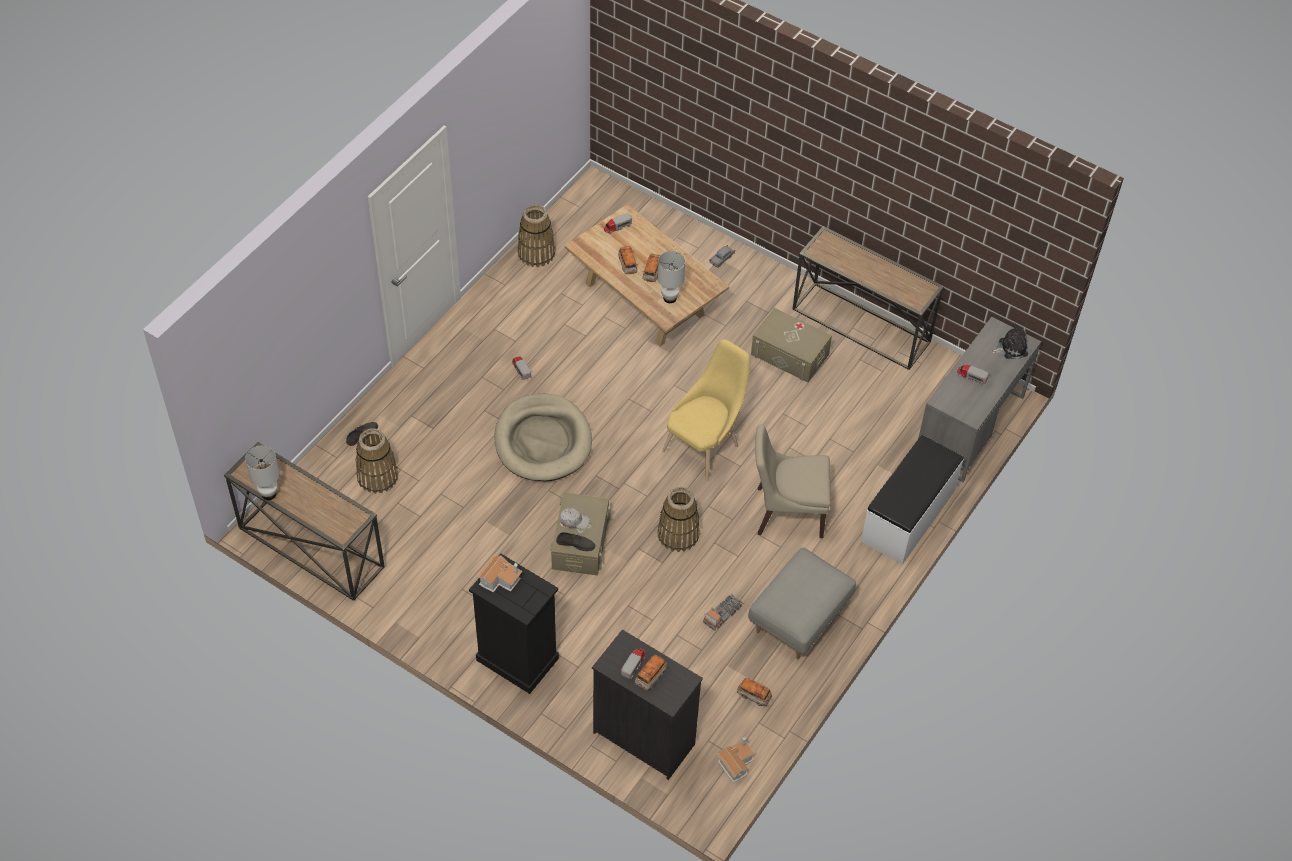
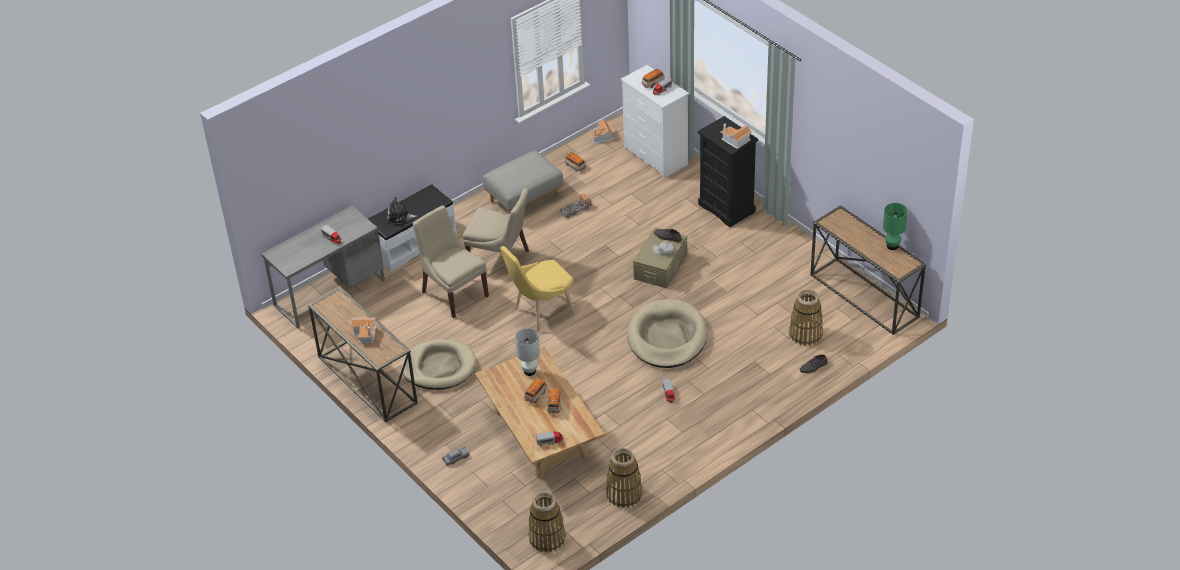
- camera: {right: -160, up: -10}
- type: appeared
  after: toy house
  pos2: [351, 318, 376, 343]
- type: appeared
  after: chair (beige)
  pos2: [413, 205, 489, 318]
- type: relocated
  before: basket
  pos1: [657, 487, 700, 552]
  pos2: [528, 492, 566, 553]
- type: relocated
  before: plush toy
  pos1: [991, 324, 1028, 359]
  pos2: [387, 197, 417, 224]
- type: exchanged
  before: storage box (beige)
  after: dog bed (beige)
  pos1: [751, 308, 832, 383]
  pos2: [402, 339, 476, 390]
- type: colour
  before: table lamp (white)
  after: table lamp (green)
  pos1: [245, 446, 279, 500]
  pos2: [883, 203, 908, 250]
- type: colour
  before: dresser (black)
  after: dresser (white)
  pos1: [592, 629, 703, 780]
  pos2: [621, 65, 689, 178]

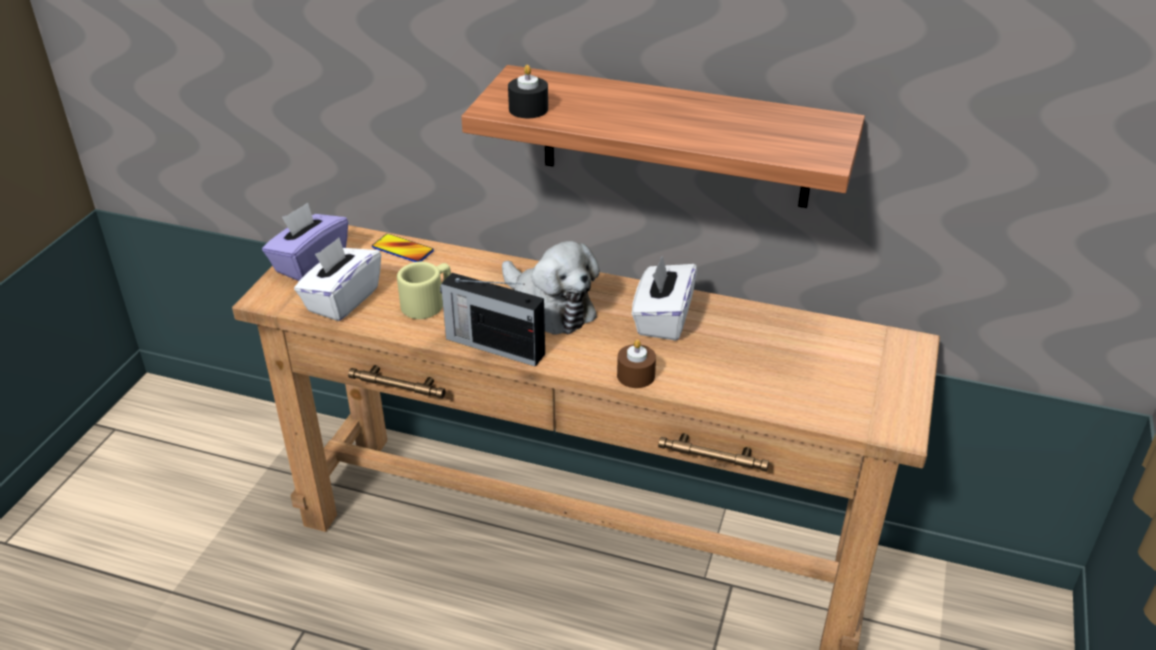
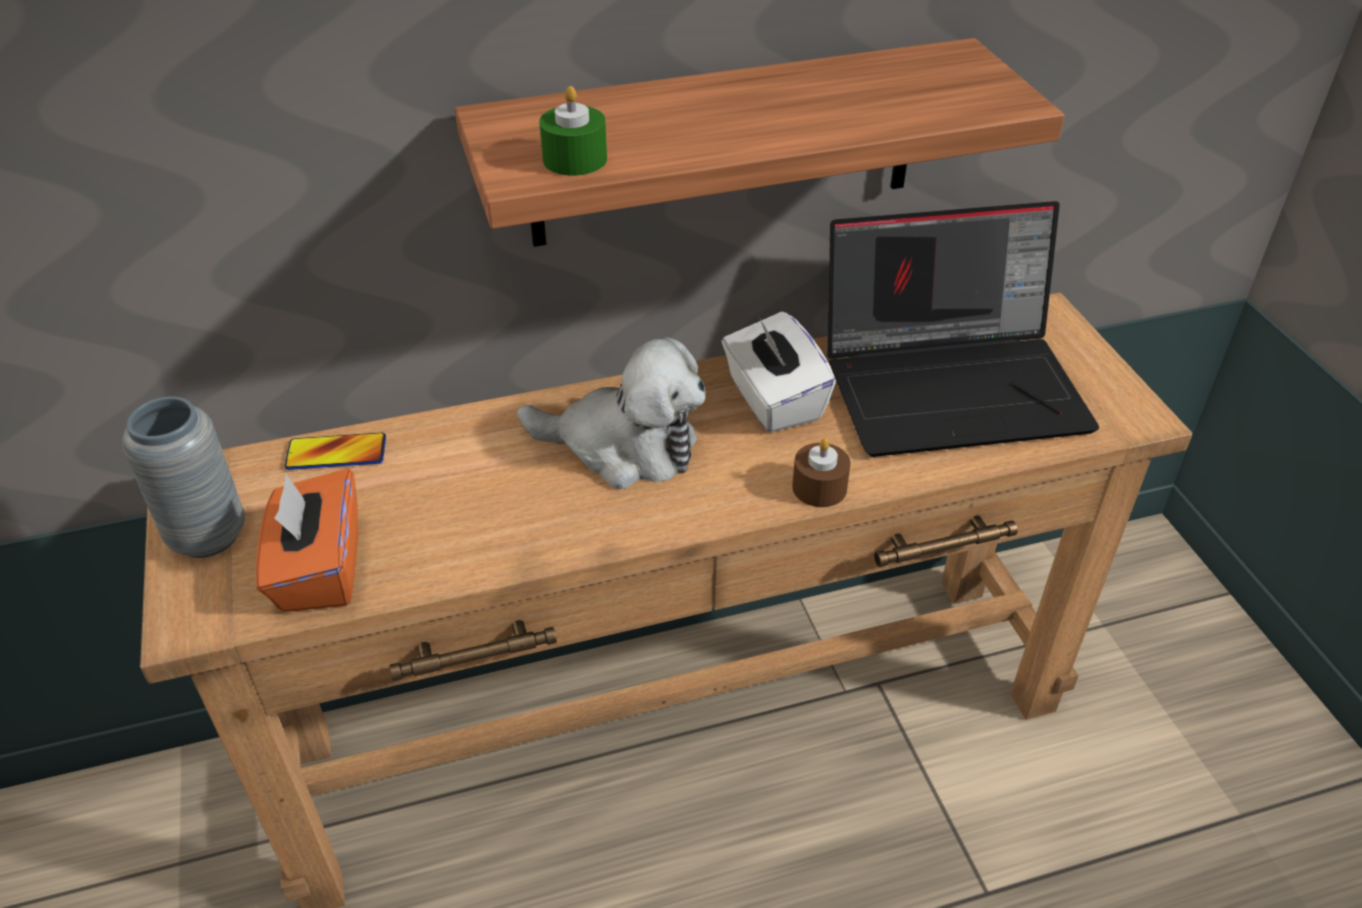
- camera: {right: -35, up: 5}
- type: missing
  before: mug (beige)
  pos1: [397, 262, 451, 319]
- type: missing
  before: radio
  pos1: [440, 273, 545, 367]
- type: appeared
  after: laptop
  pos2: [828, 201, 1099, 457]
- type: exchanged
  before: tissue box (purple)
  after: vase (grey)
  pos1: [262, 202, 348, 281]
  pos2: [122, 397, 245, 558]
- type: colour
  before: tissue box (white)
  after: tissue box (orange)
  pos1: [294, 237, 381, 321]
  pos2: [255, 468, 358, 612]
- type: colour
  before: candle (black)
  after: candle (green)
  pos1: [508, 65, 548, 118]
  pos2: [539, 86, 607, 176]

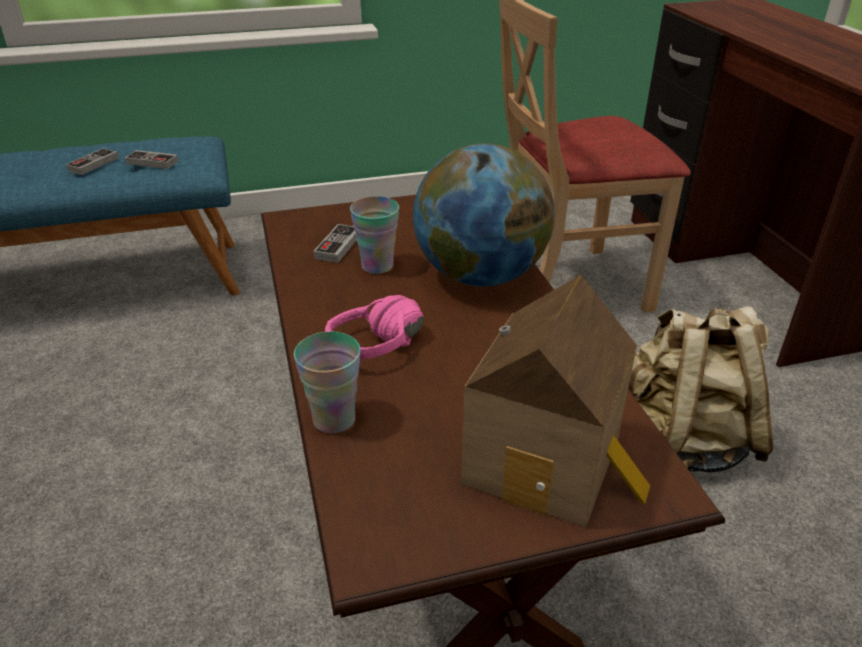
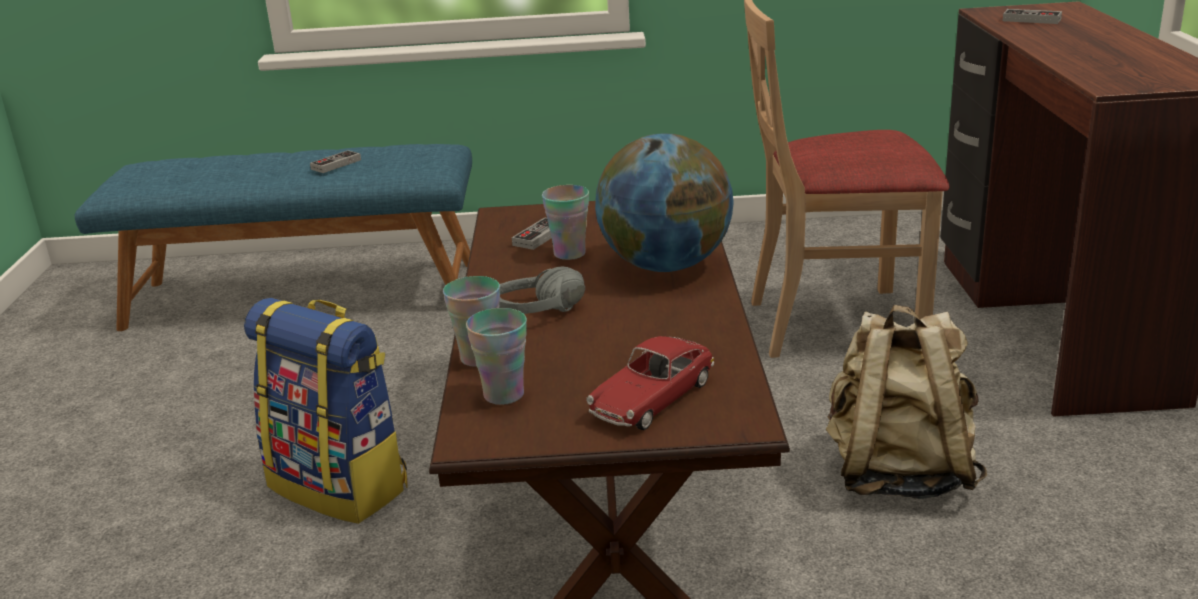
- camera: {right: 15, up: -10}
- type: appeared
  after: backpack
  pos2: [244, 298, 408, 524]
- type: appeared
  after: cup
  pos2: [466, 308, 527, 405]
- type: relocated
  before: game controller
  pos1: [125, 150, 178, 169]
  pos2: [1002, 9, 1062, 24]
- type: exchanged
  before: toy house
  after: toy car
  pos1: [461, 275, 650, 527]
  pos2: [586, 336, 714, 430]
- type: colour
  before: headphones (pink)
  after: headphones (grey)
  pos1: [325, 295, 424, 359]
  pos2: [499, 266, 585, 314]

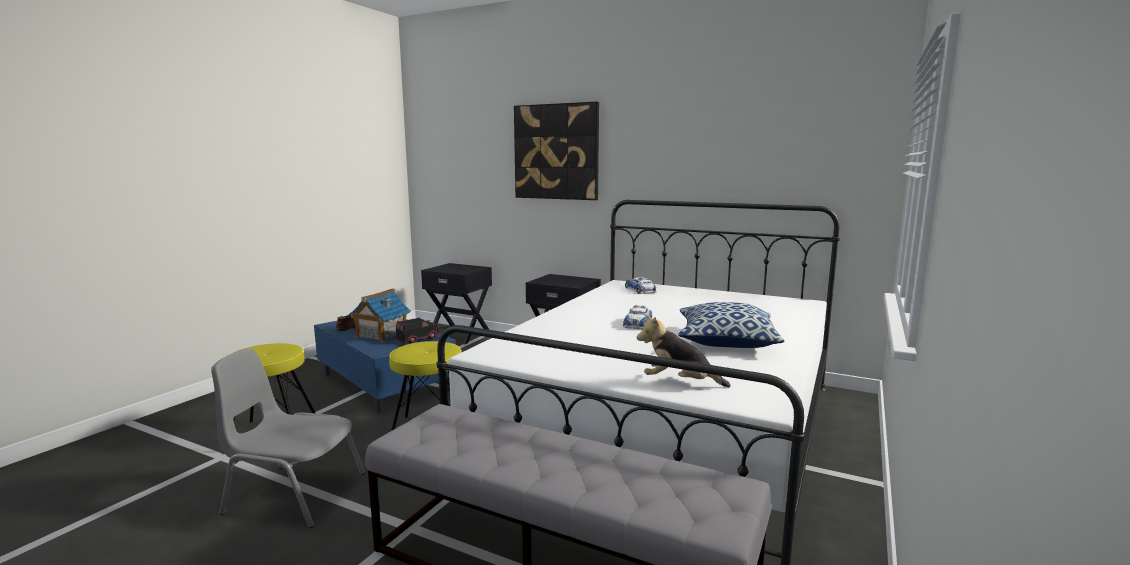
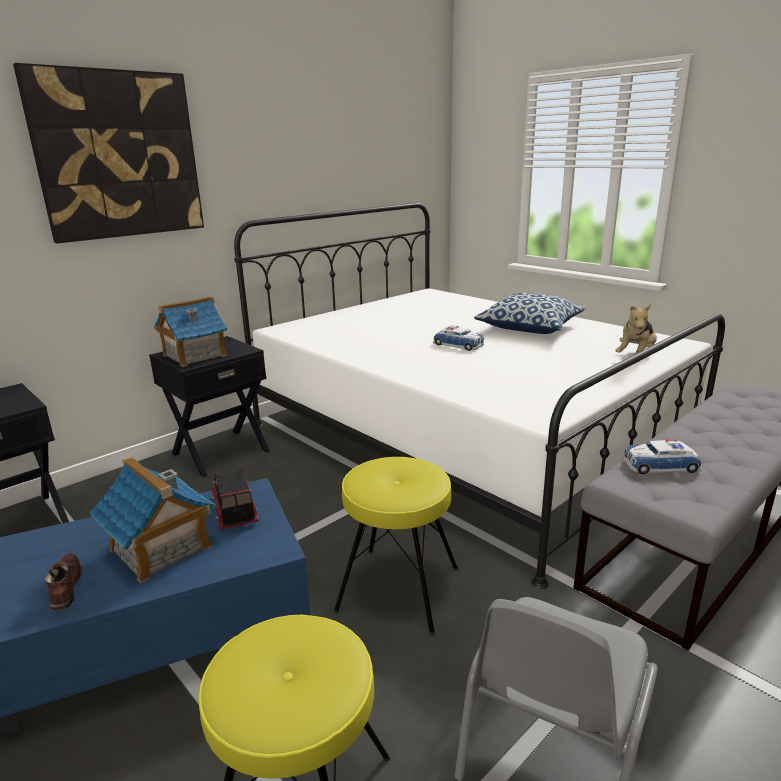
- camera: {right: -70, up: 10}
- type: appeared
  after: toy house
  pos2: [154, 296, 227, 367]
- type: relocated
  before: toy car
  pos1: [625, 277, 657, 294]
  pos2: [623, 439, 701, 474]

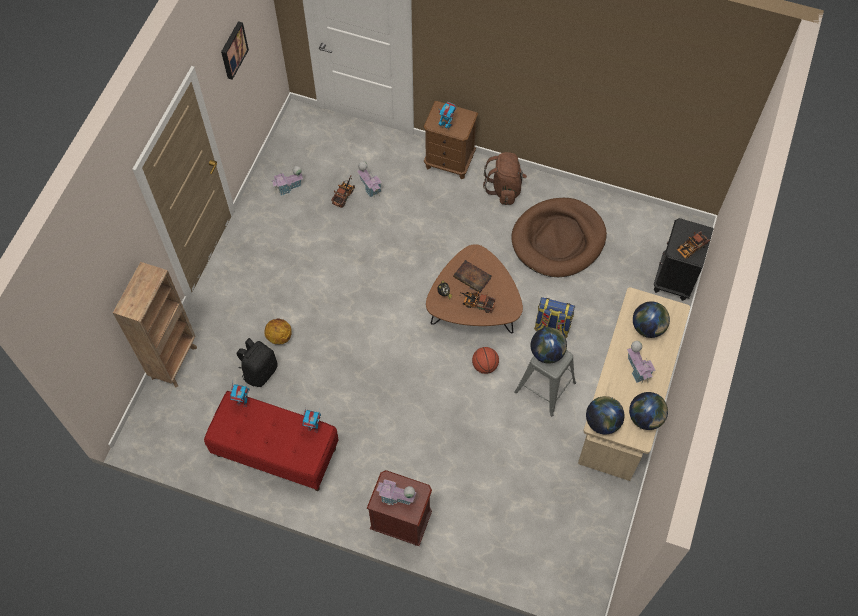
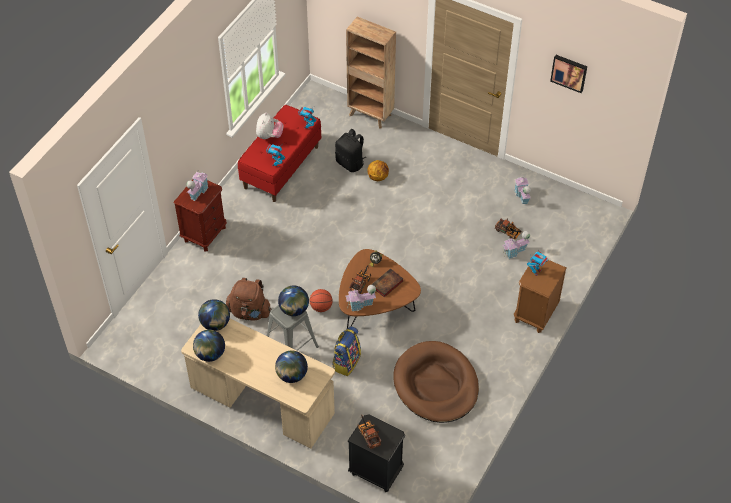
- camera: {right: 100, up: -10}
- type: appeared
  after: plush toy
  pos2: [256, 113, 283, 139]
- type: relocated
  before: backpack (brown)
  pos1: [483, 152, 527, 205]
  pos2: [226, 278, 271, 320]
- type: relocated
  before: toy house
  pos1: [627, 341, 656, 384]
  pos2: [346, 285, 376, 311]

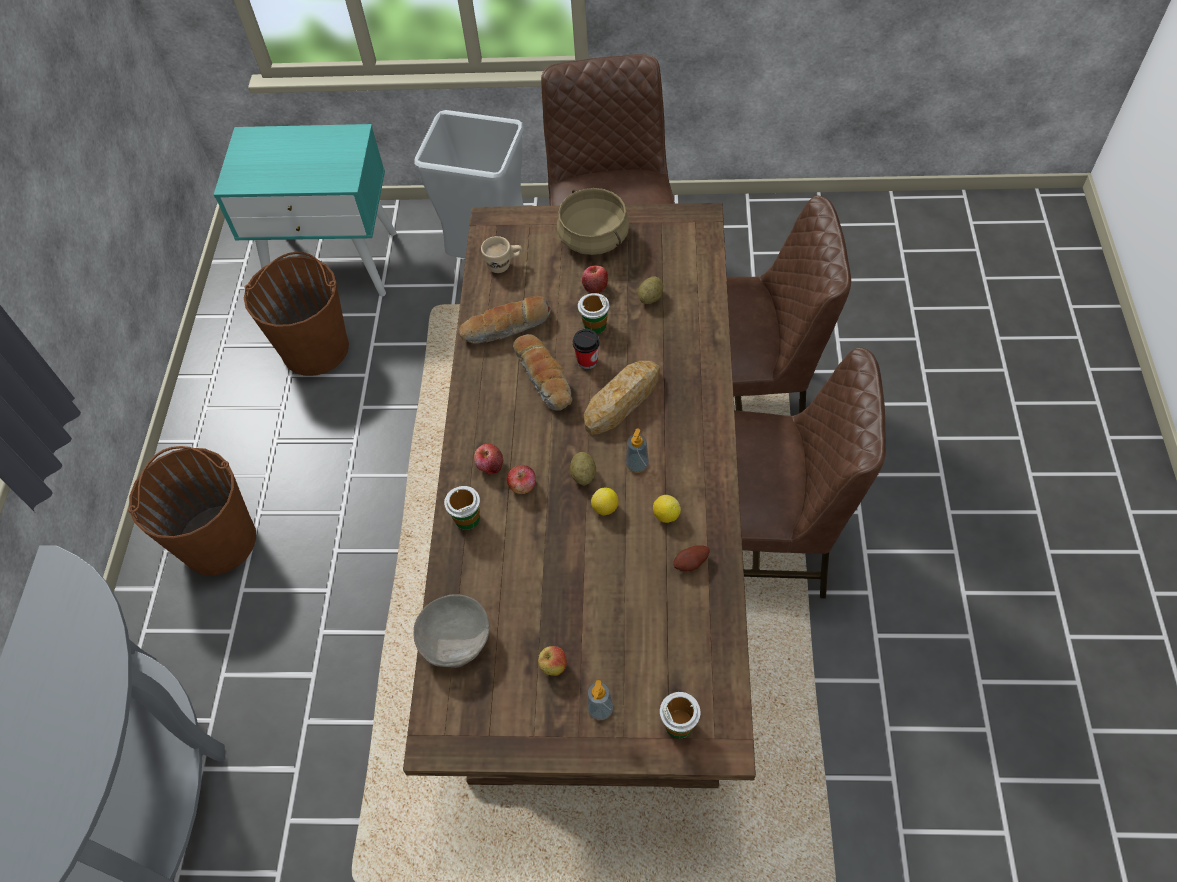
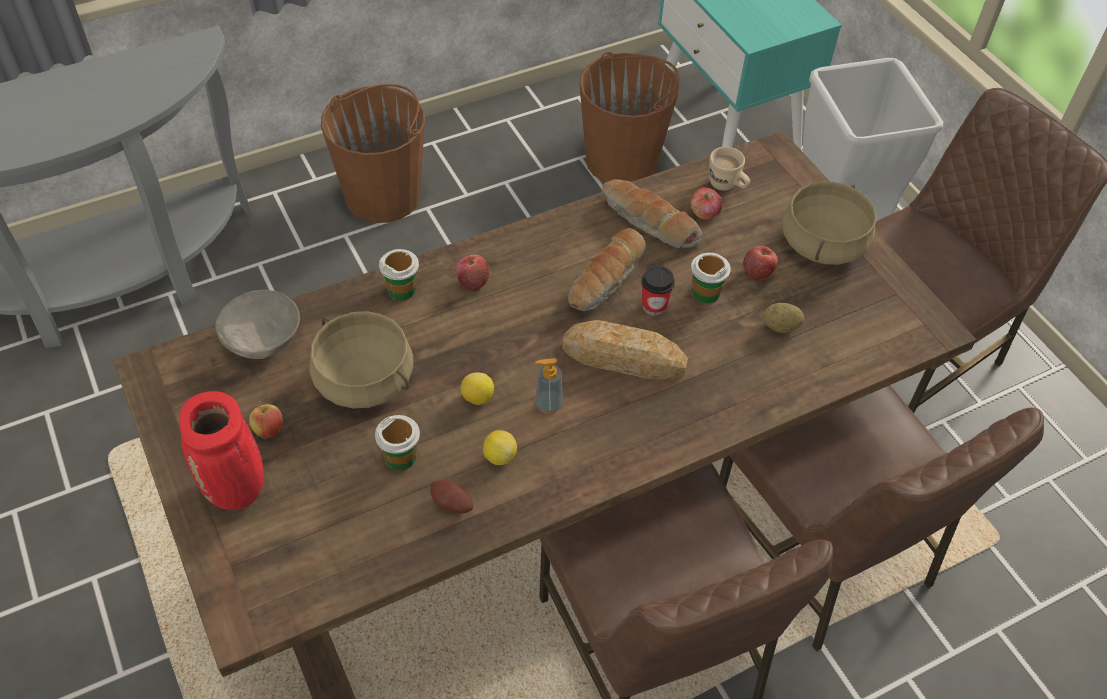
- camera: {right: 55, up: -5}
- type: missing
  before: potato
  pos1: [570, 452, 596, 485]
- type: appeared
  after: cooking pot (beige)
  pos2: [310, 311, 413, 409]
- type: relocated
  before: apple
  pos1: [507, 465, 536, 494]
  pos2: [691, 187, 723, 221]
- type: relocated
  before: cup
  pos1: [660, 692, 700, 739]
  pos2: [375, 415, 420, 471]
- type: exchanged
  before: soap dispenser
  after: vase (red)
  pos1: [588, 680, 613, 720]
  pos2: [179, 391, 264, 510]

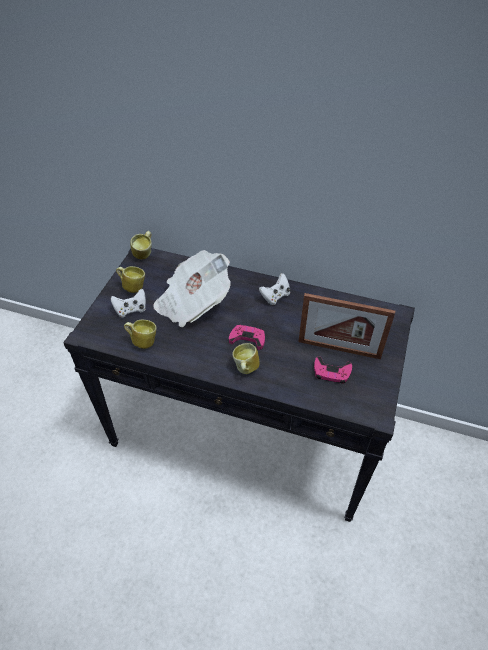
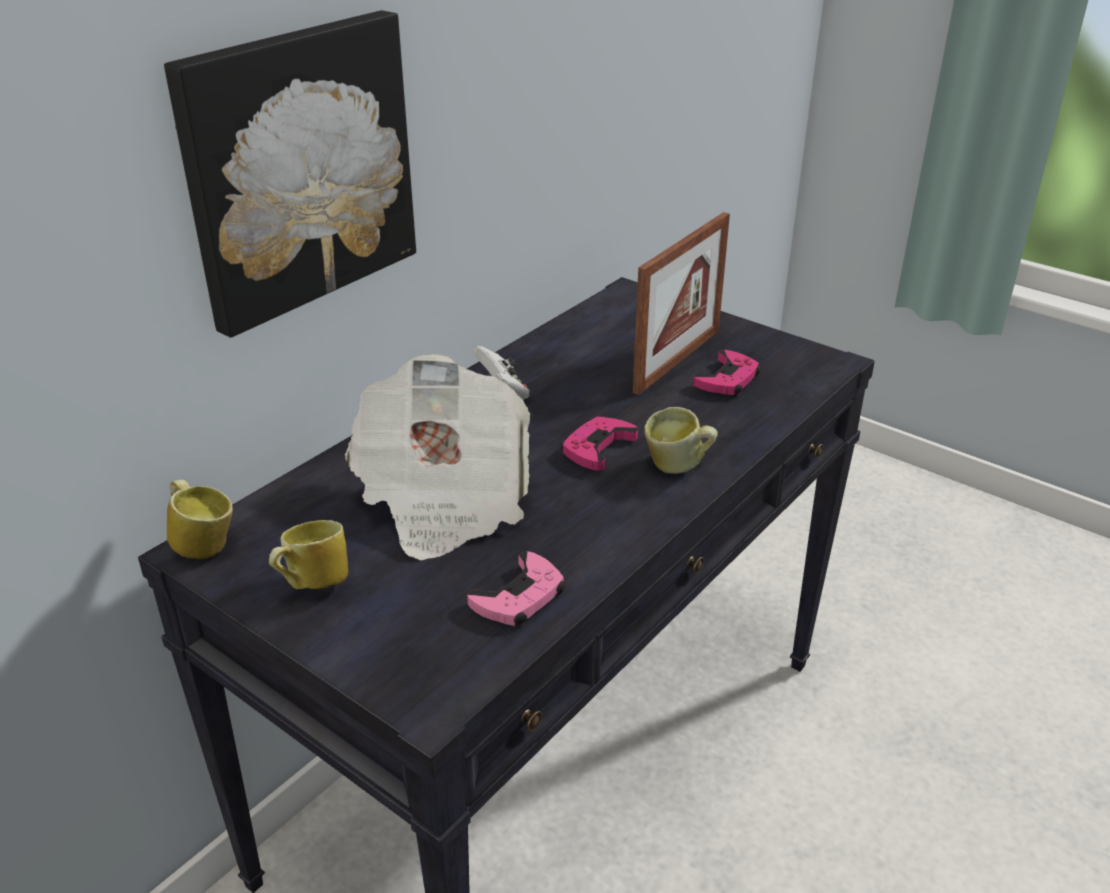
- camera: {right: -70, up: -15}
- type: missing
  before: game controller (white)
  pos1: [111, 288, 146, 317]
- type: appeared
  after: picture
  pos2: [164, 10, 416, 338]
- type: exchanged
  before: mug
  after: game controller (pink)
  pos1: [124, 319, 156, 349]
  pos2: [467, 551, 565, 626]

